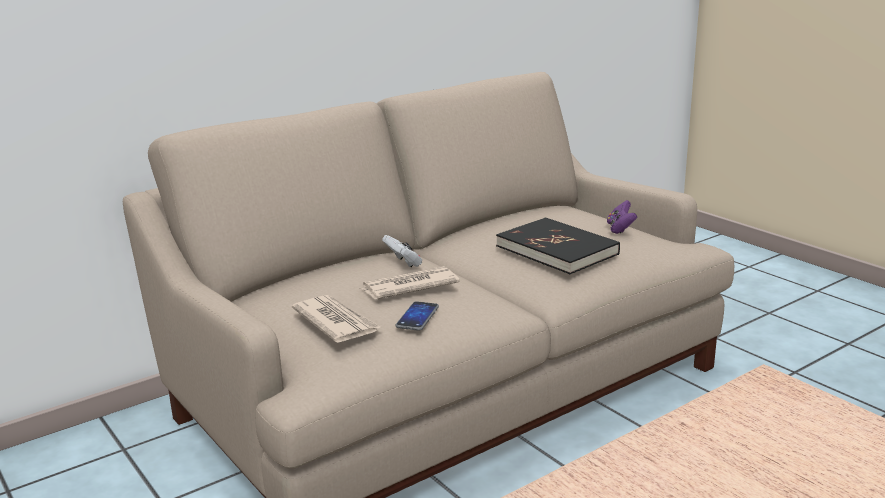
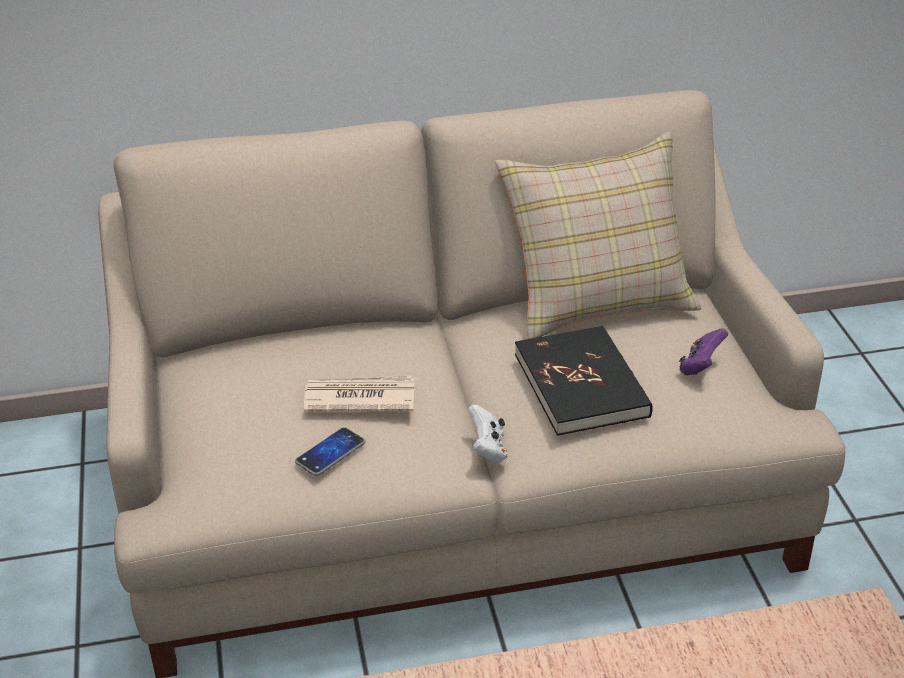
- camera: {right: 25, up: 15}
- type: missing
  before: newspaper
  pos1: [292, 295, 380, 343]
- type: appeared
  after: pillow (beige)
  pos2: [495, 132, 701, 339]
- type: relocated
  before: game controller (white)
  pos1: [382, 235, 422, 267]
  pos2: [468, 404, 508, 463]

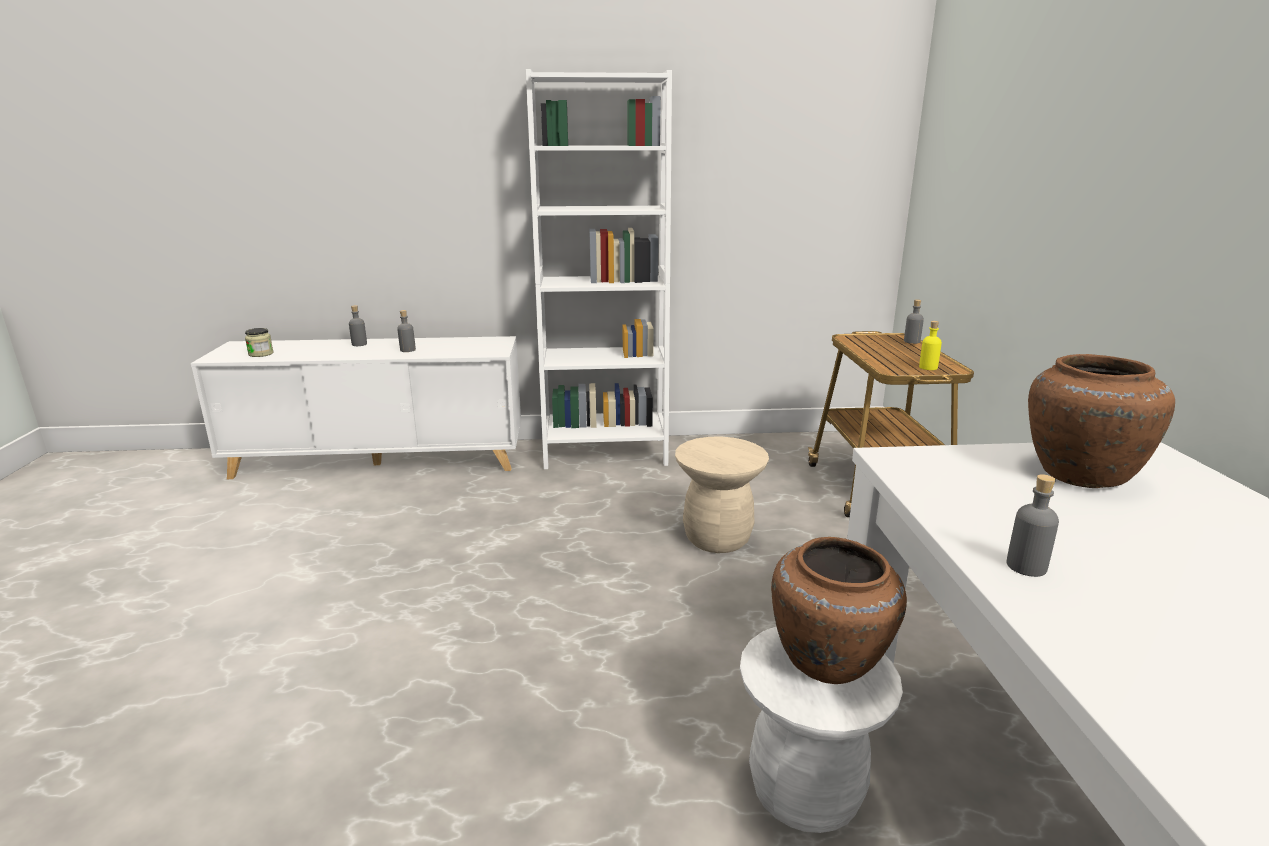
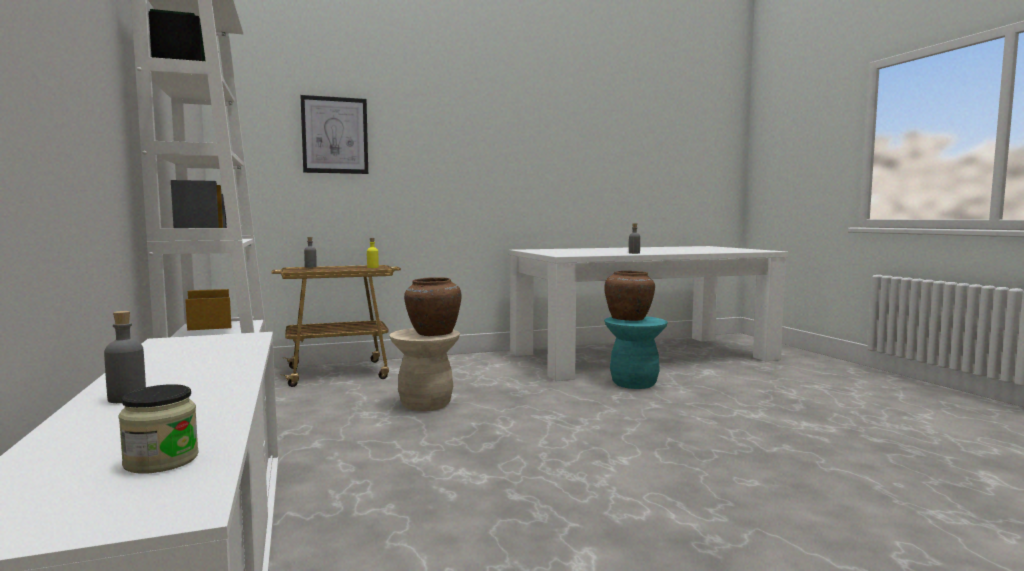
- camera: {right: -105, up: -15}
- type: missing
  before: bottle (grey)
  pos1: [397, 310, 416, 352]
- type: appeared
  after: picture
  pos2: [300, 95, 368, 174]
- type: relocated
  before: vase (brown)
  pos1: [1028, 354, 1175, 488]
  pos2: [404, 277, 461, 336]
- type: colour
  before: stool (white)
  after: stool (turquoise)
  pos1: [740, 626, 903, 833]
  pos2: [604, 316, 668, 389]

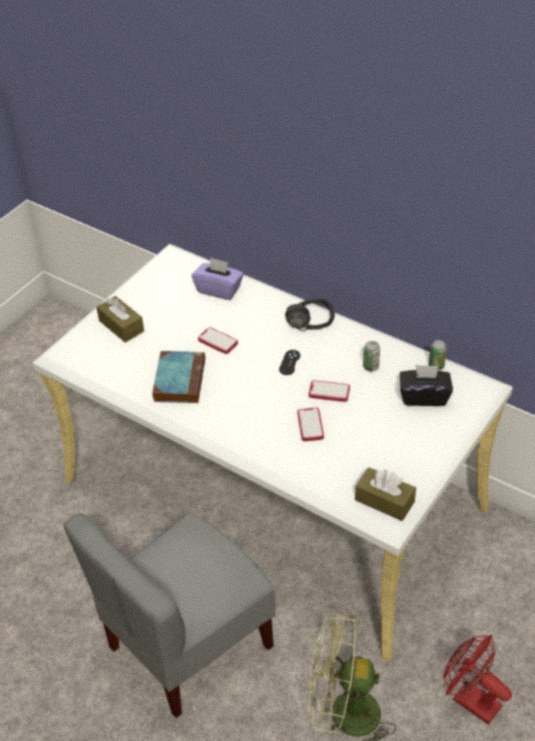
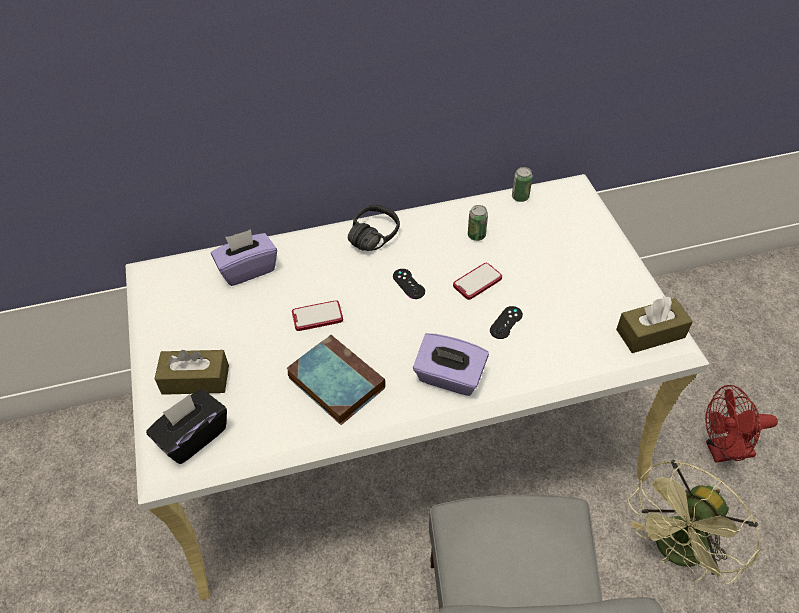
- camera: {right: -50, up: 5}
- type: appeared
  after: tissue box (purple)
  pos2: [413, 333, 489, 396]
- type: relocated
  before: tissue box (black)
  pos1: [400, 365, 453, 406]
  pos2: [146, 389, 227, 464]
- type: exchanged
  before: phone
  after: game controller (black)
  pos1: [297, 408, 324, 441]
  pos2: [490, 306, 523, 339]

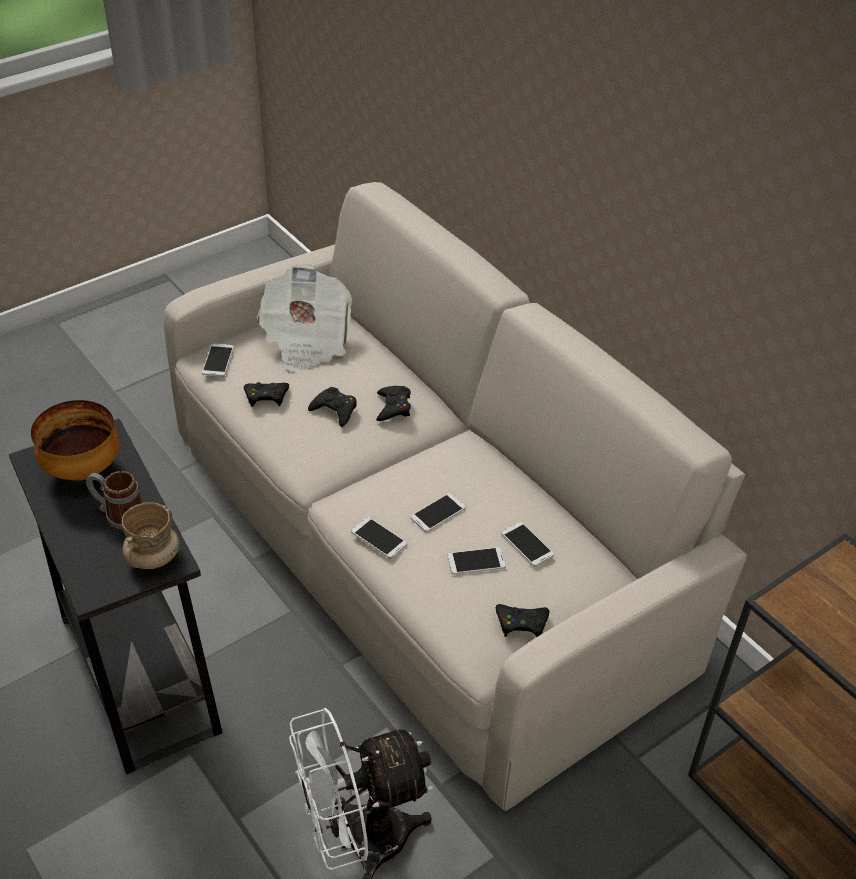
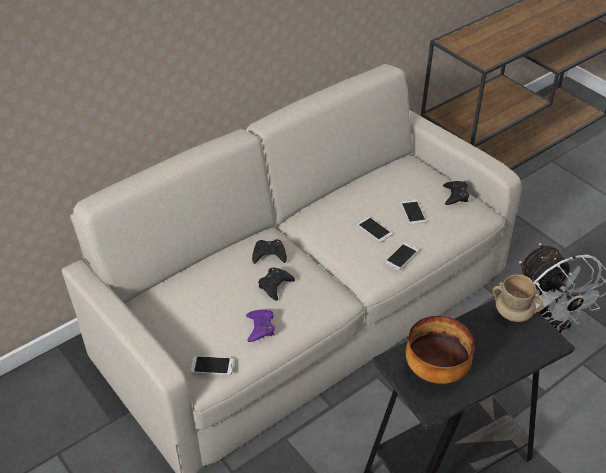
- camera: {right: -90, up: 0}
- type: missing
  before: mug
  pos1: [86, 471, 143, 532]
- type: missing
  before: newspaper
  pos1: [257, 264, 352, 372]
- type: missing
  before: phone
  pos1: [501, 522, 554, 566]
- type: colour
  before: game controller (black)
  after: game controller (purple)
  pos1: [244, 382, 289, 407]
  pos2: [246, 310, 275, 342]

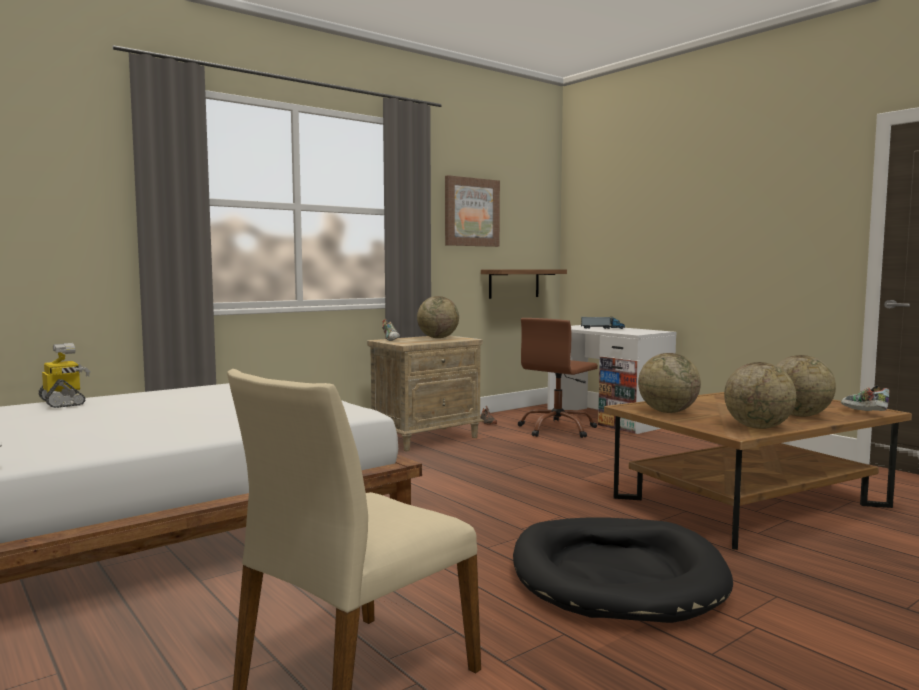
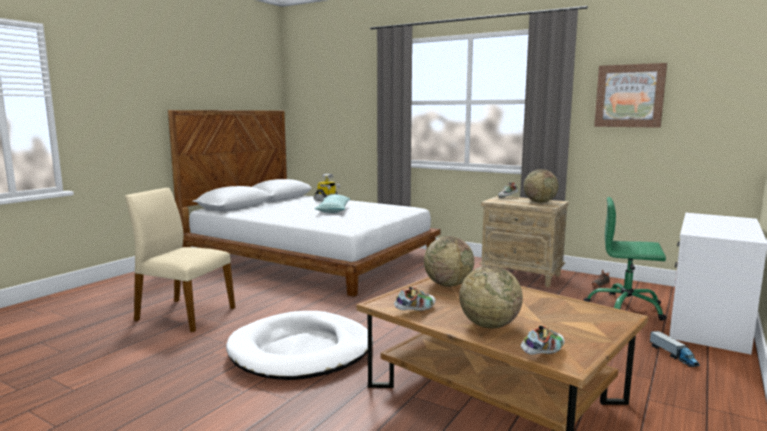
- camera: {right: 70, up: 5}
- type: missing
  before: shelf
  pos1: [481, 269, 567, 299]
- type: appeared
  after: pillow
  pos2: [315, 194, 350, 213]
- type: relocated
  before: toy truck
  pos1: [581, 317, 625, 329]
  pos2: [650, 331, 700, 367]
- type: exchanged
  before: globe
  after: shoe
  pos1: [724, 362, 796, 429]
  pos2: [394, 287, 435, 311]
- type: colour
  before: dog bed (black)
  after: dog bed (white)
  pos1: [513, 517, 733, 623]
  pos2: [226, 311, 373, 380]
- type: colour
  before: office chair (brown)
  after: office chair (green)
  pos1: [518, 318, 598, 438]
  pos2: [584, 197, 667, 321]

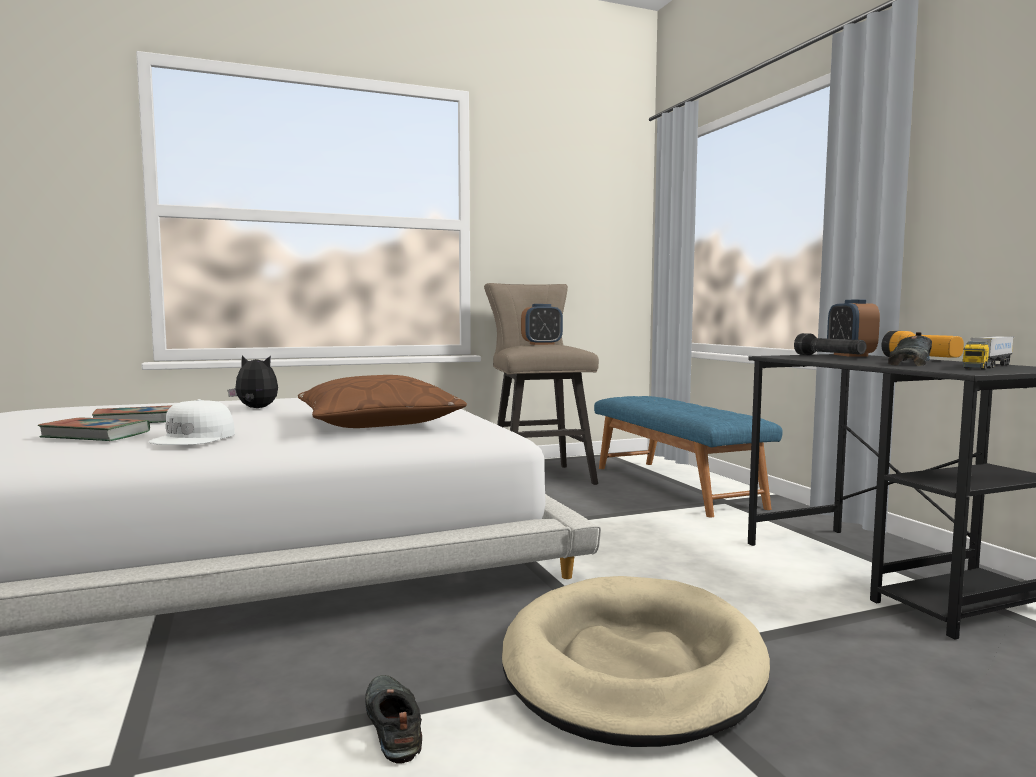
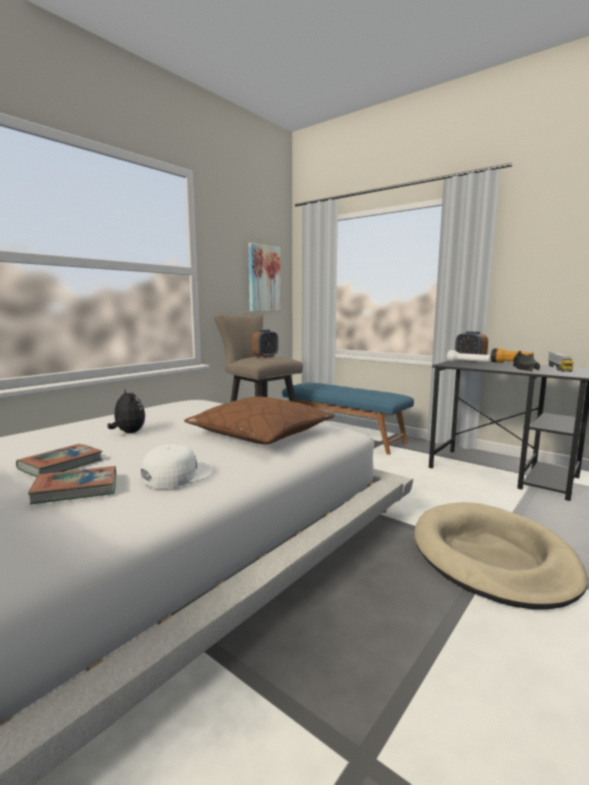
- camera: {right: -30, up: 5}
- type: missing
  before: shoe (black)
  pos1: [365, 675, 422, 764]
- type: appeared
  after: picture
  pos2: [248, 243, 281, 311]
- type: colour
  before: flashlight (black)
  after: flashlight (white)
  pos1: [794, 333, 867, 355]
  pos2: [447, 350, 491, 363]
- type: spun
  before: cap (white)
  pos1: [149, 399, 235, 445]
  pos2: [141, 444, 213, 489]
  turn: -120
- type: spun
  before: plush toy
  pos1: [228, 356, 278, 408]
  pos2: [107, 388, 145, 433]
  turn: 75

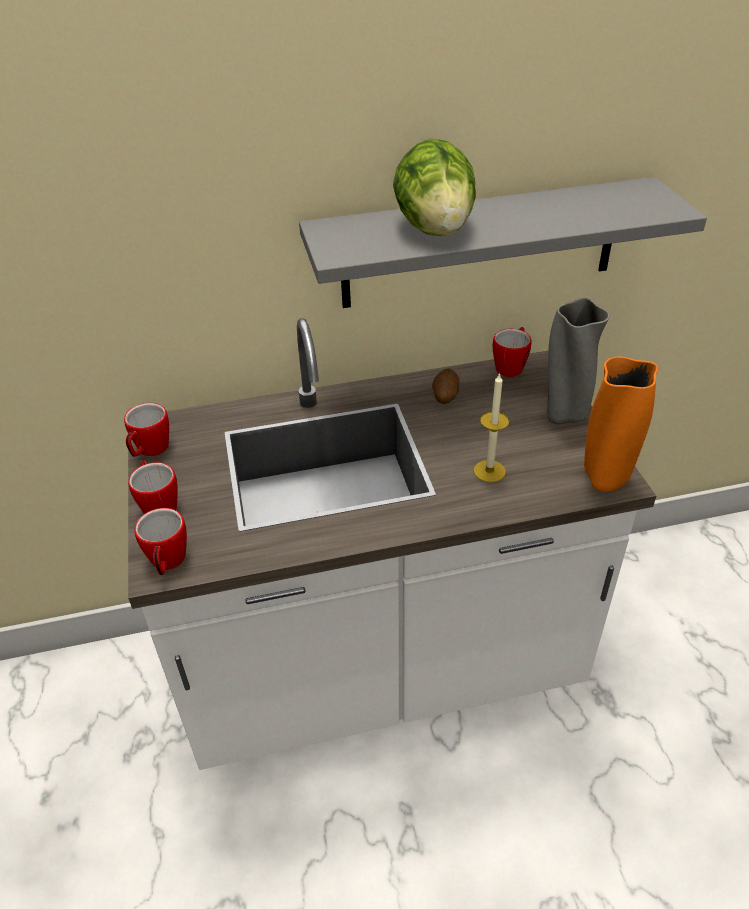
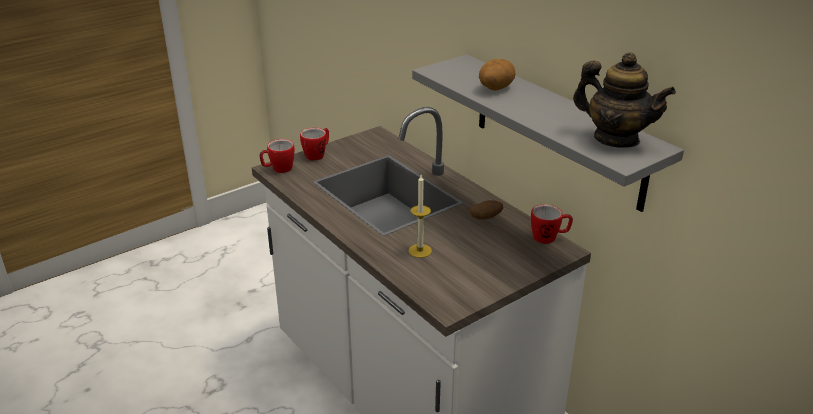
- camera: {right: 65, up: -10}
- type: missing
  before: mug
  pos1: [124, 403, 169, 457]
- type: missing
  before: vase (grey)
  pos1: [547, 298, 610, 424]
- type: missing
  before: vase (orange)
  pos1: [584, 357, 658, 492]
- type: appeared
  after: teapot
  pos2: [573, 52, 676, 148]
- type: exchanged
  before: lettuce
  after: potato
  pos1: [393, 139, 476, 236]
  pos2: [479, 59, 516, 90]

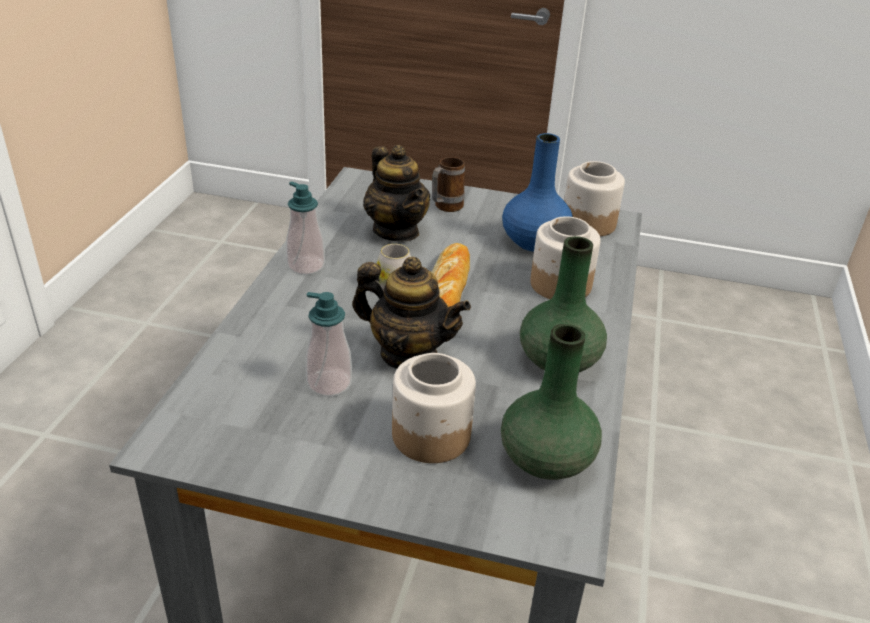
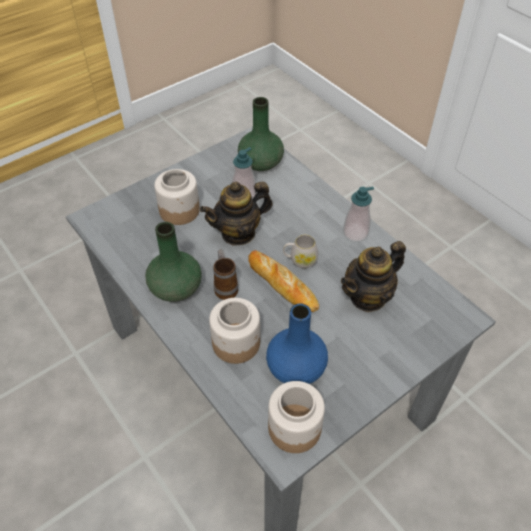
- camera: {right: 130, up: 15}
- type: relocated
  before: mug
  pos1: [432, 157, 465, 212]
  pos2: [214, 249, 238, 300]
- type: relocated
  before: vase (green)
  pos1: [501, 324, 602, 480]
  pos2: [238, 97, 284, 171]
- type: spun
  before: teapot
  pos1: [363, 145, 430, 242]
  pos2: [341, 241, 406, 312]
  turn: -45

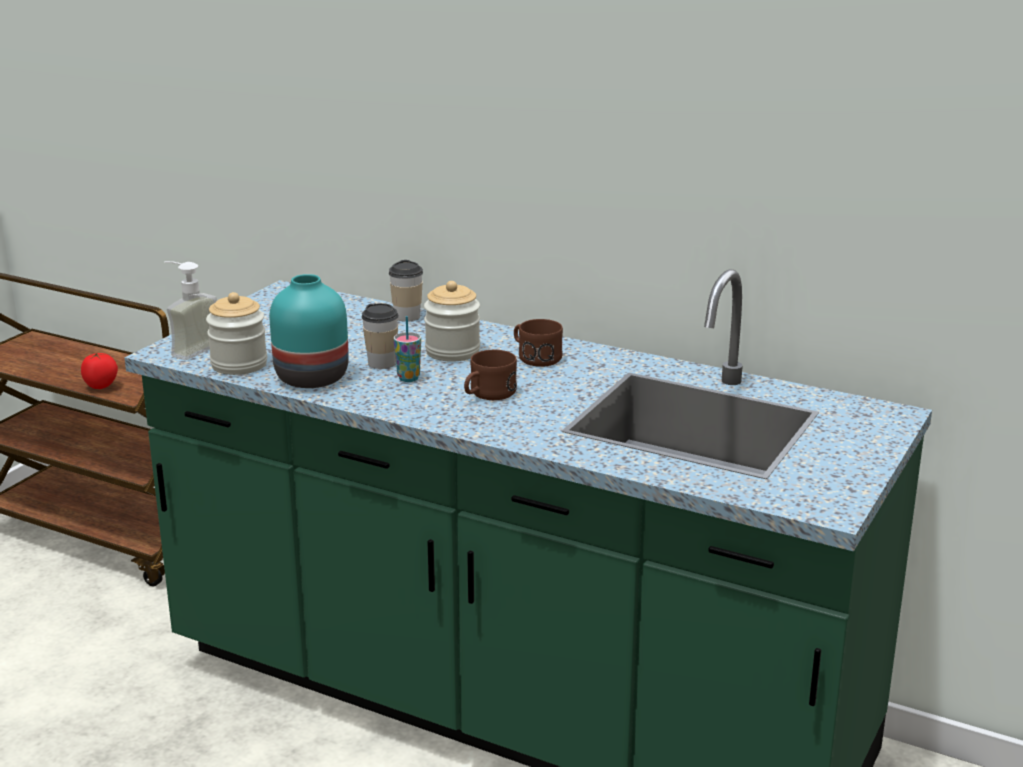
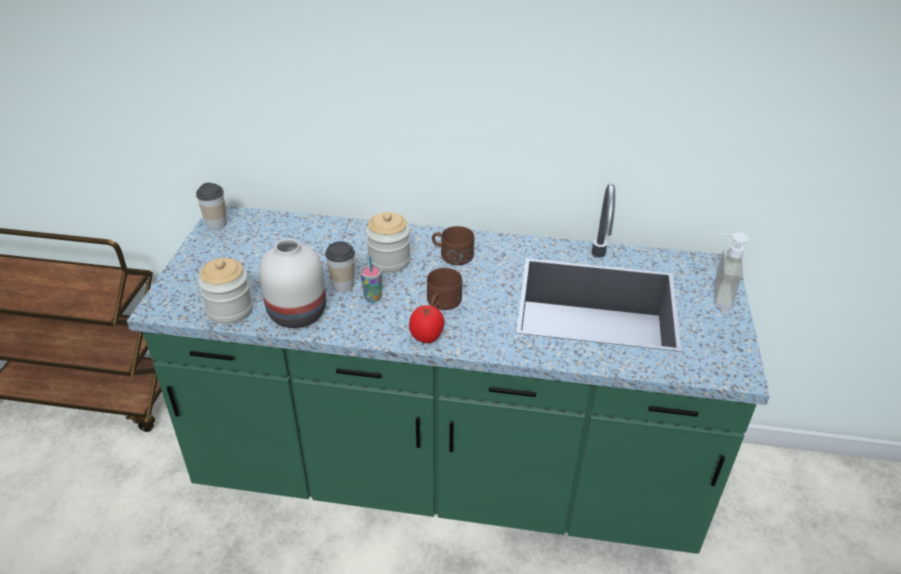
- camera: {right: -20, up: 15}
- type: relocated
  before: tomato
  pos1: [81, 353, 118, 389]
  pos2: [409, 305, 444, 343]
- type: relocated
  before: soap dispenser
  pos1: [164, 261, 217, 360]
  pos2: [712, 232, 749, 309]
- type: relocated
  before: cup
  pos1: [389, 260, 423, 322]
  pos2: [196, 182, 227, 230]
- type: colour
  before: vase (turquoise)
  after: vase (white)
  pos1: [269, 274, 349, 388]
  pos2: [259, 239, 326, 328]

